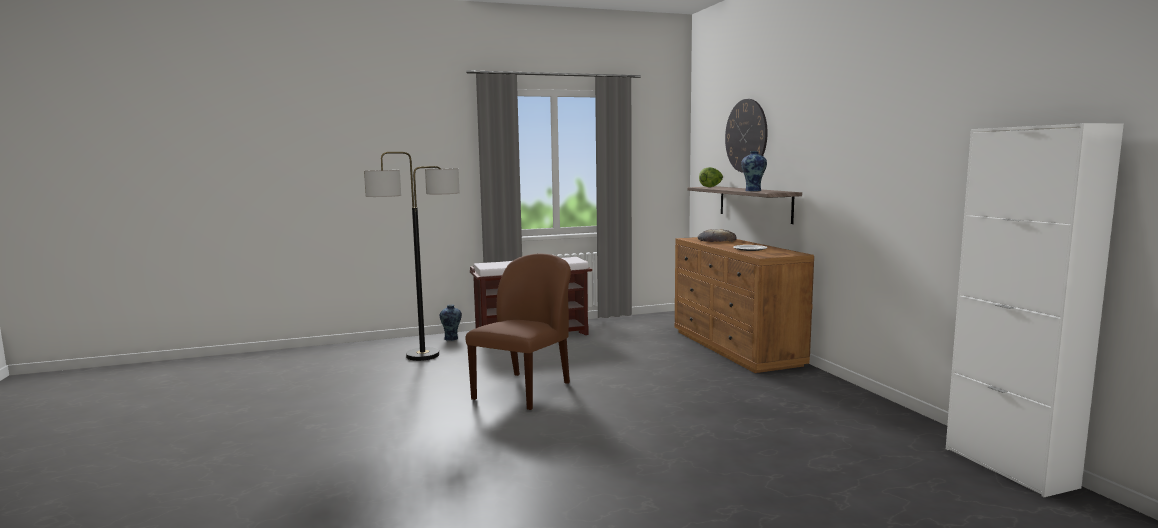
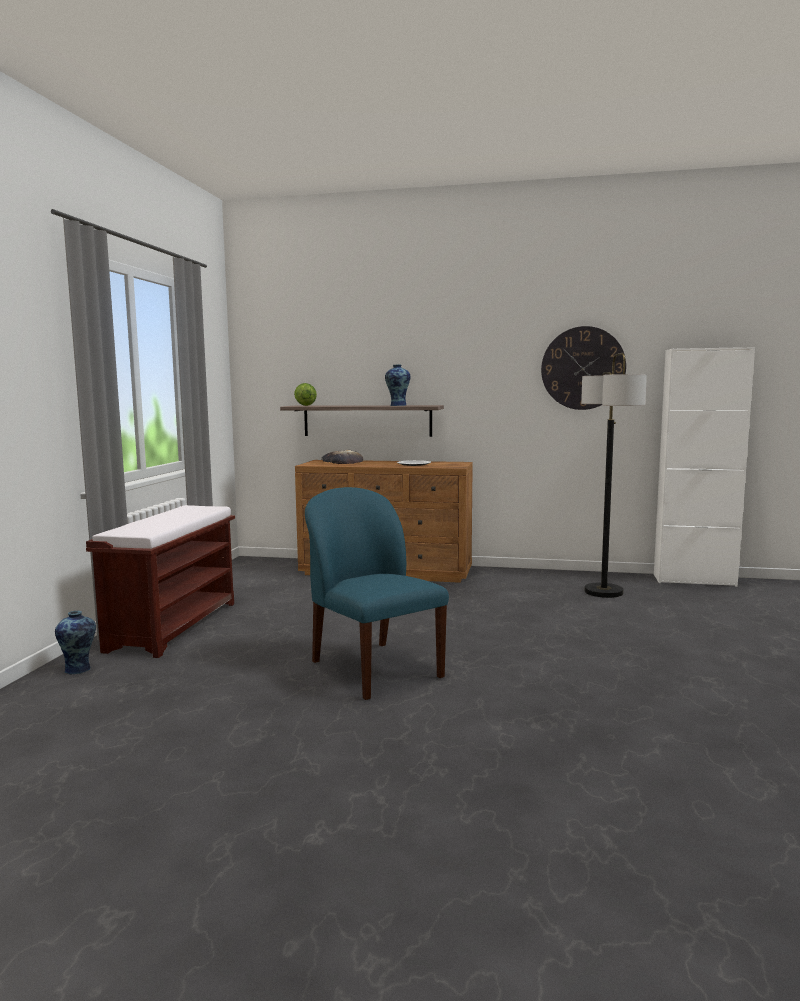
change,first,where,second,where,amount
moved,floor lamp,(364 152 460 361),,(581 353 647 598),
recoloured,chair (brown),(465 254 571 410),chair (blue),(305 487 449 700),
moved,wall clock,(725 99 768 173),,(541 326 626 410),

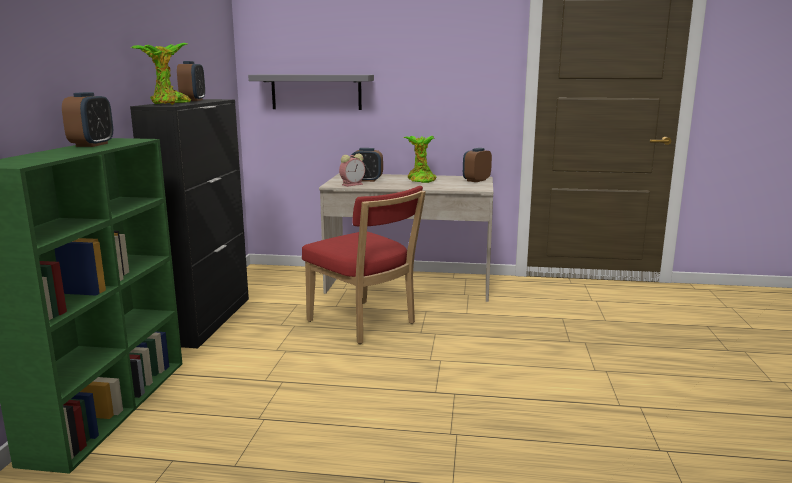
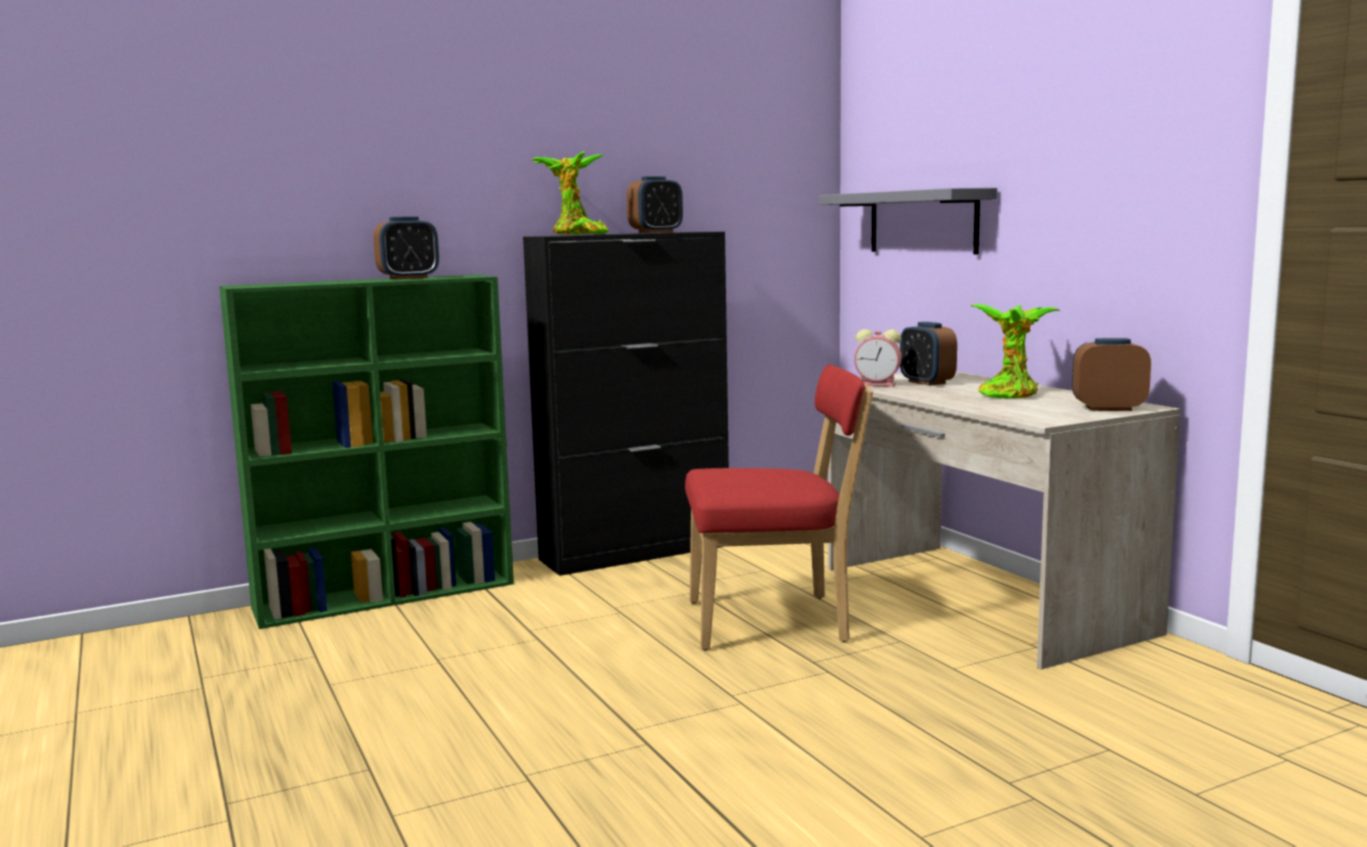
change,first,where,second,where,amount
turned,chair (red),(302 186 426 344),,(685 364 873 651),105 degrees counterclockwise

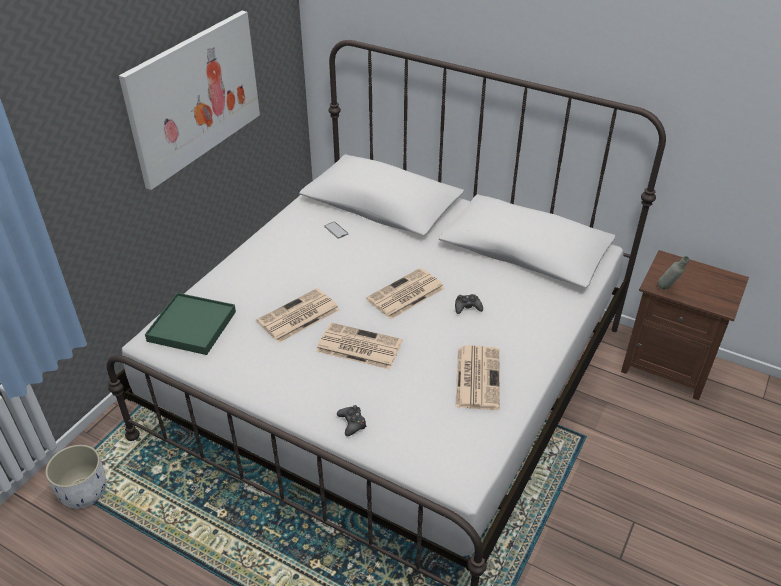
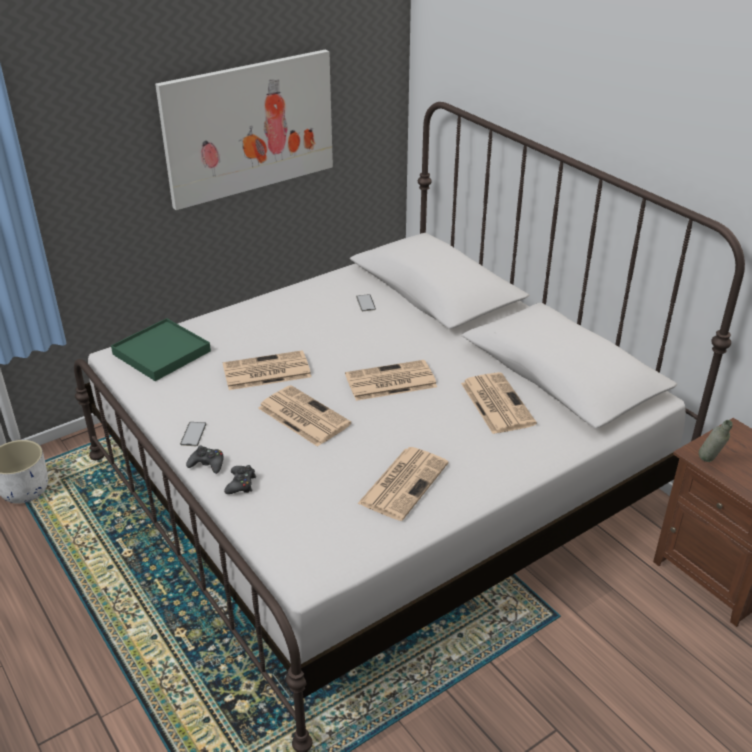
change,first,where,second,where,amount
moved,game controller (black),(455 294 483 314),,(186 445 224 474),
added,,,phone,(180 422 206 446),
added,,,newspaper,(461 372 537 434),

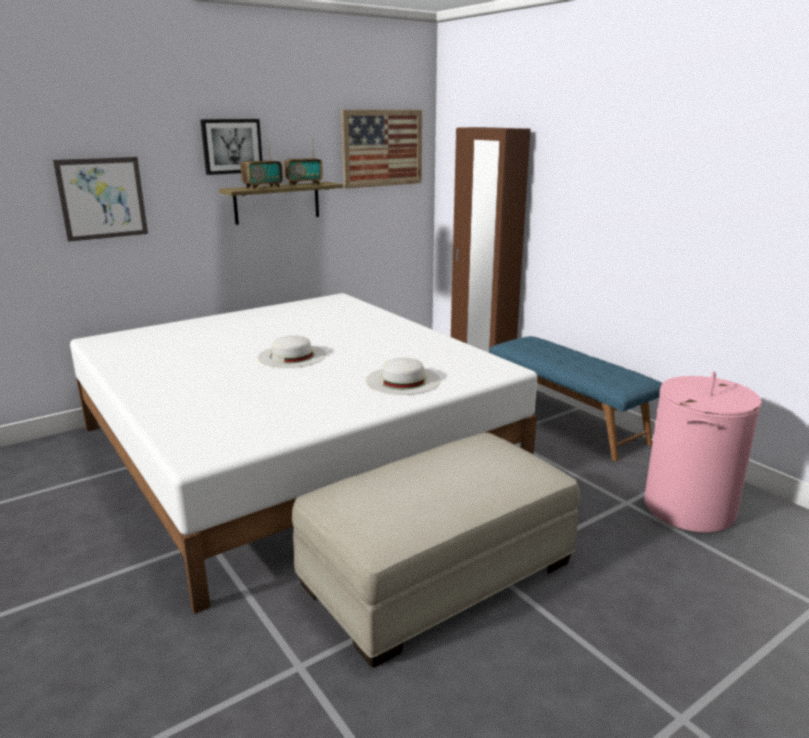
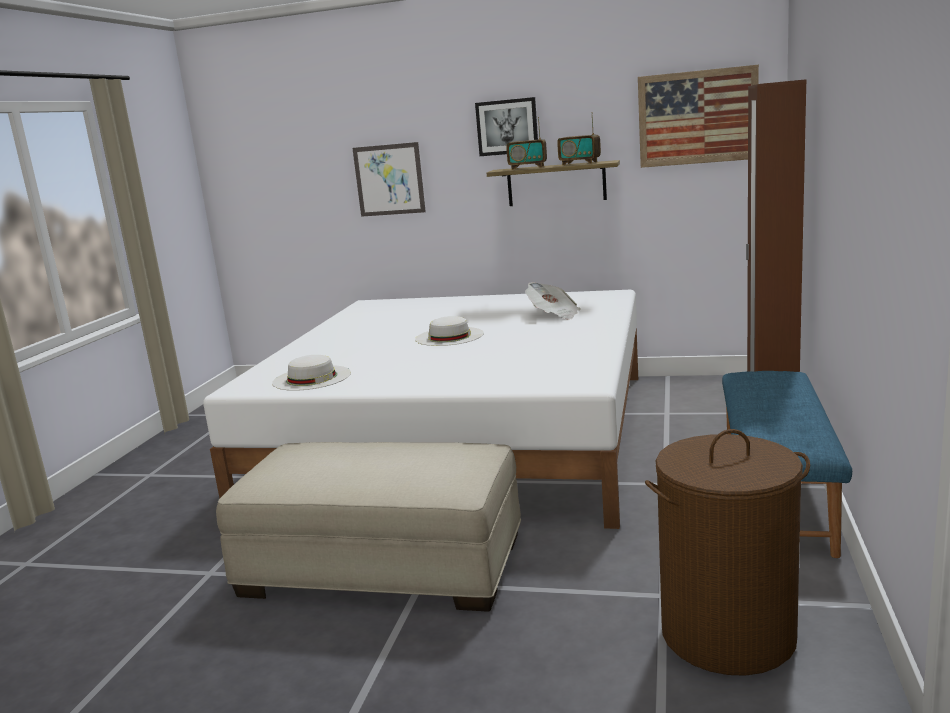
change,first,where,second,where,amount
moved,hat (white),(366 358 441 395),,(272 355 351 391),
recoloured,laundry basket (pink),(644 371 762 533),laundry basket (brown),(645 429 810 676),
added,,,newspaper,(525 282 580 320),

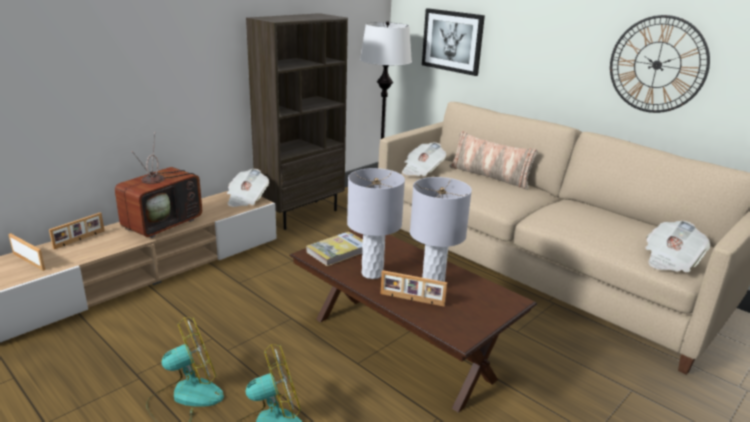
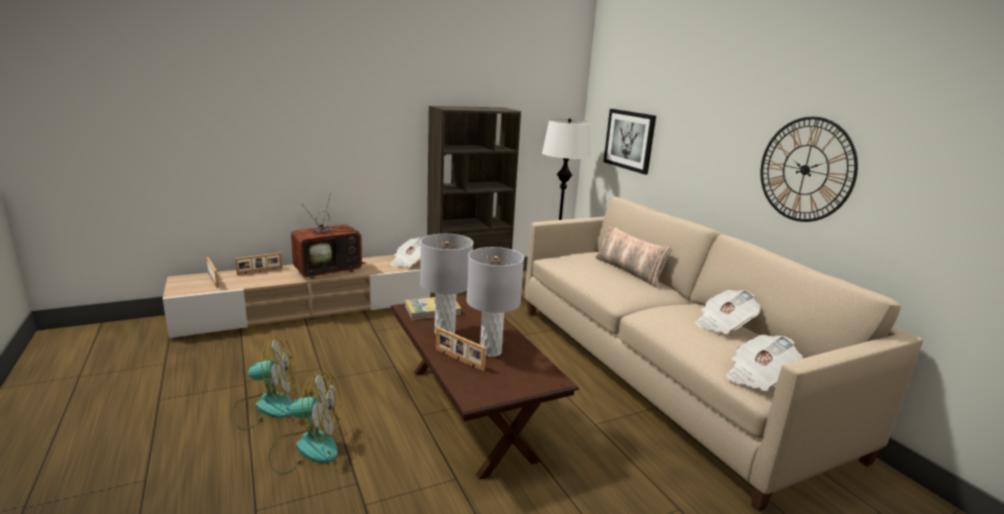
change,first,where,second,where,amount
moved,newspaper,(402 142 446 176),,(695 290 761 334),

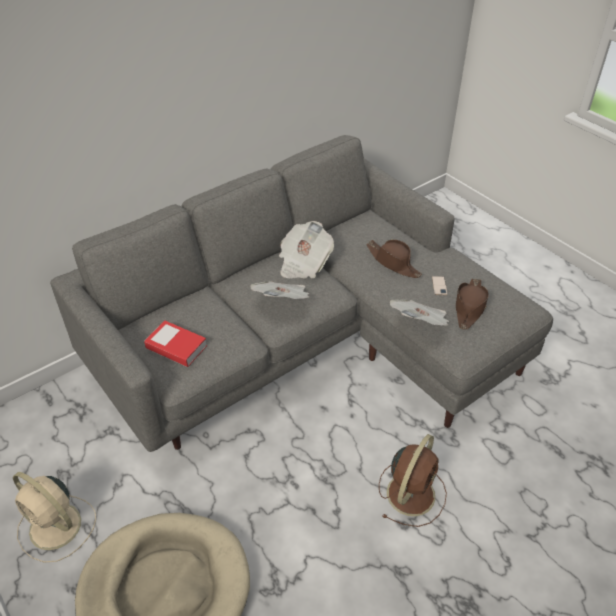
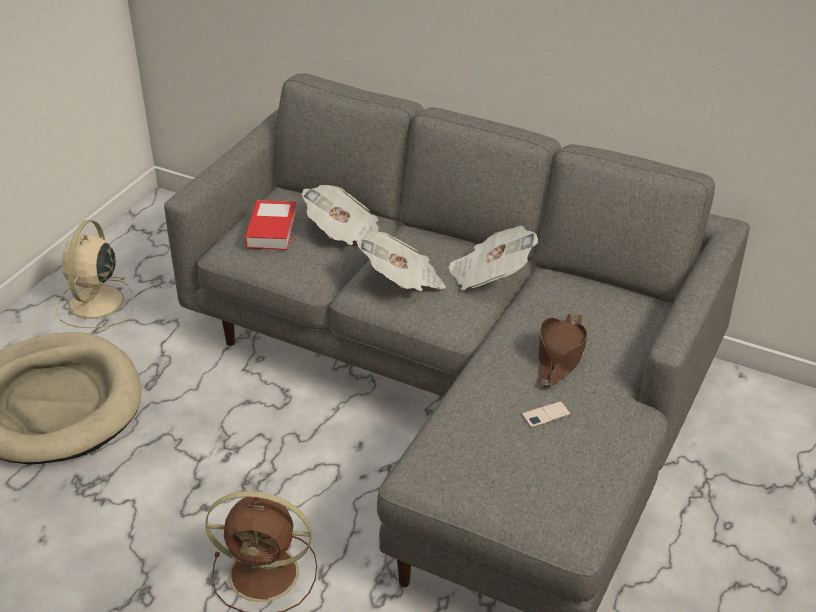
change,first,where,second,where,amount
moved,newspaper,(390 300 449 326),,(302 185 379 245),
removed,hat (brown),(456 279 489 330),,,

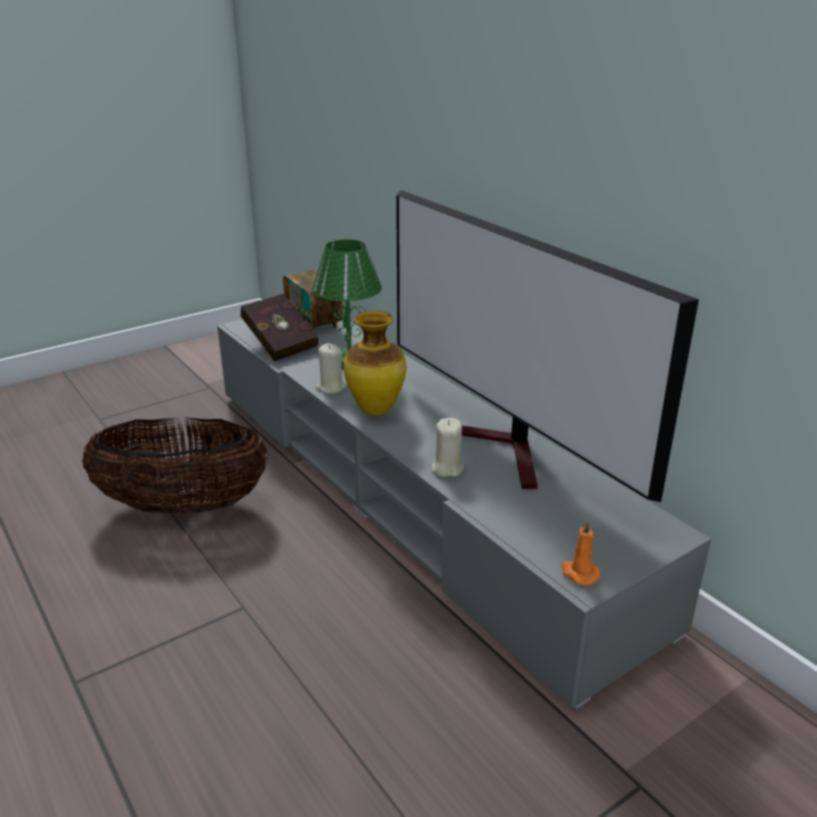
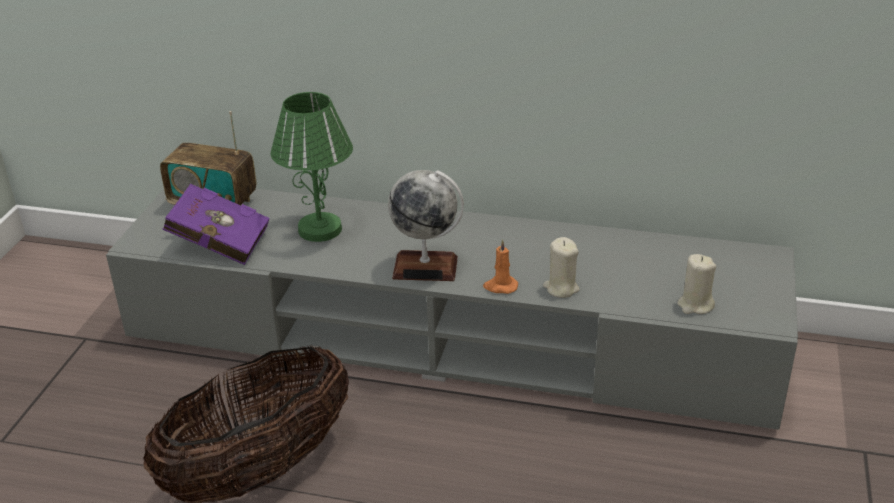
change,first,where,second,where,amount
recoloured,book (red),(240 294 319 361),book (purple),(162 184 269 265),
moved,candle (beige),(316 343 346 394),,(677 254 716 314),
replaced,vase,(344 311 406 416),globe,(388 170 464 281),
removed,television,(396 190 699 502),,,
moved,candle (orange),(561 520 600 586),,(483 239 518 294),

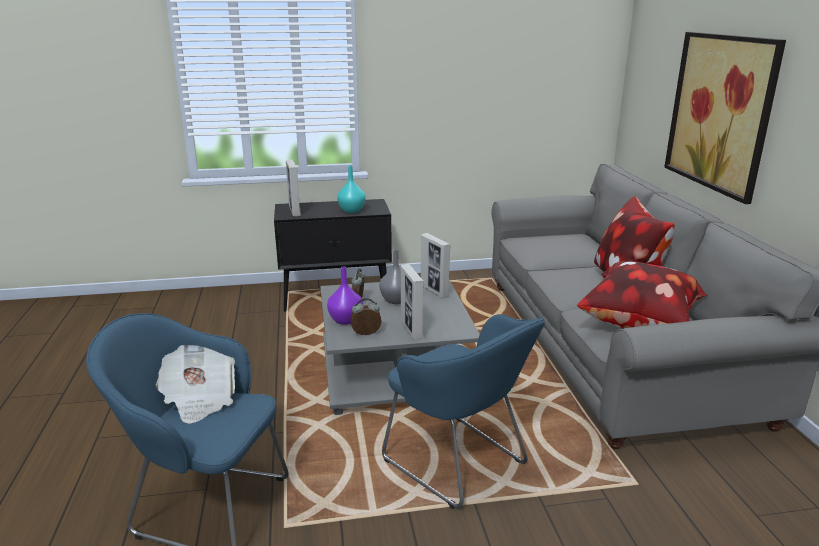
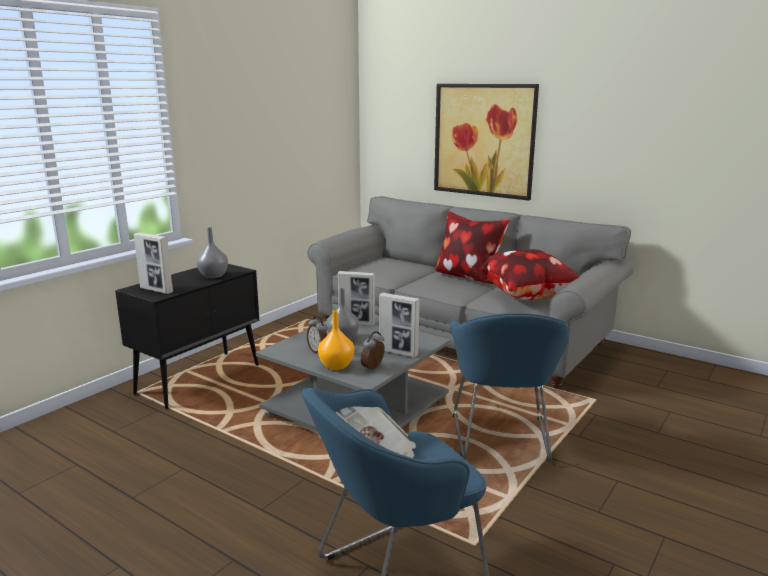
change,first,where,second,where,amount
recoloured,vase (purple),(327 267 363 325),vase (orange),(318 310 354 370),
recoloured,vase (turquoise),(337 165 366 213),vase (grey),(197 227 228 279),
turned,armchair (blue),(382 314 545 509),,(450 313 569 462),90 degrees clockwise

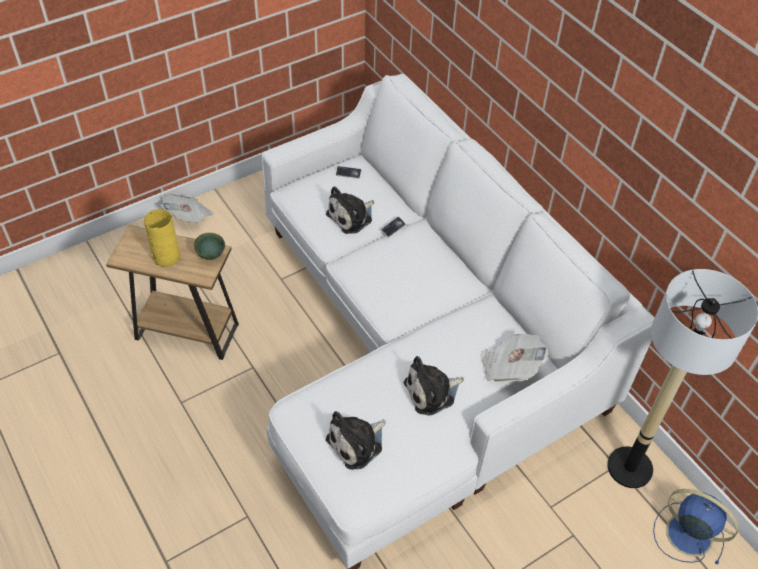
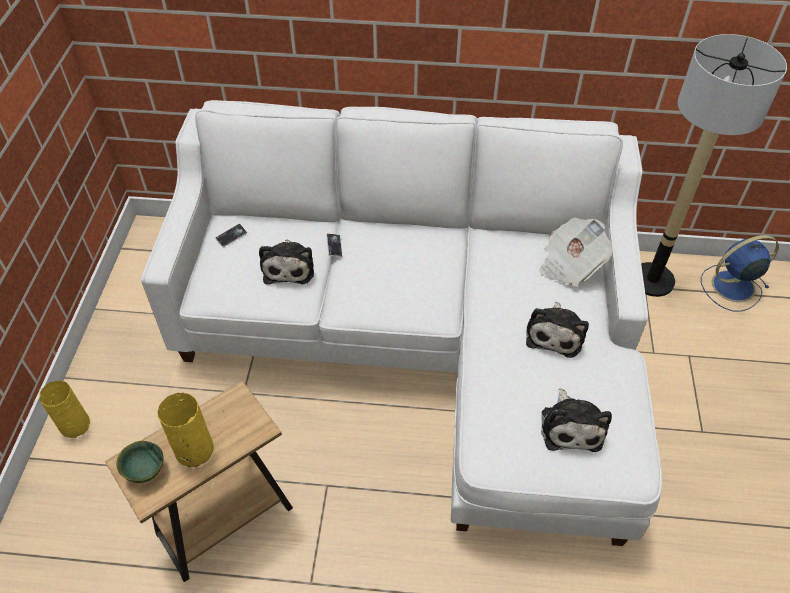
change,first,where,second,where,amount
replaced,newspaper,(161 194 214 223),vase (yellow),(39 381 90 438),
moved,bowl (green),(194 233 225 260),,(116 441 164 483),

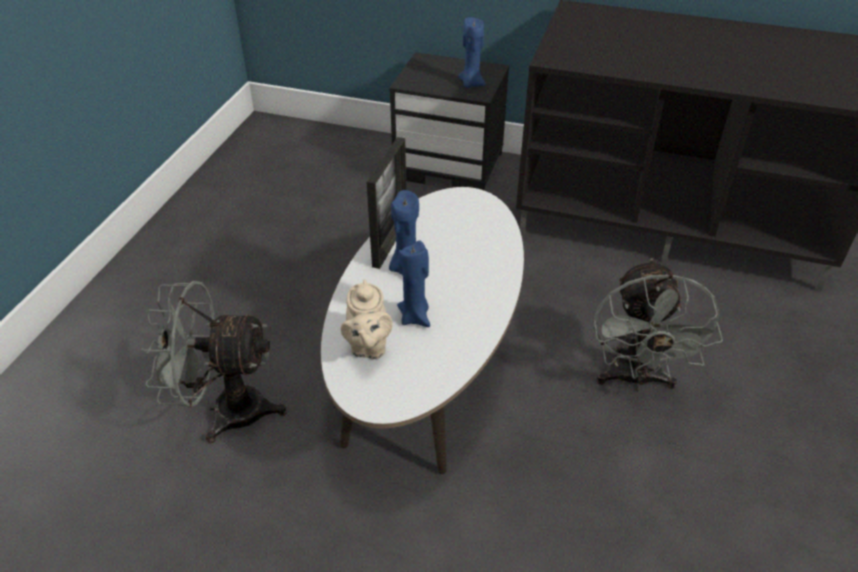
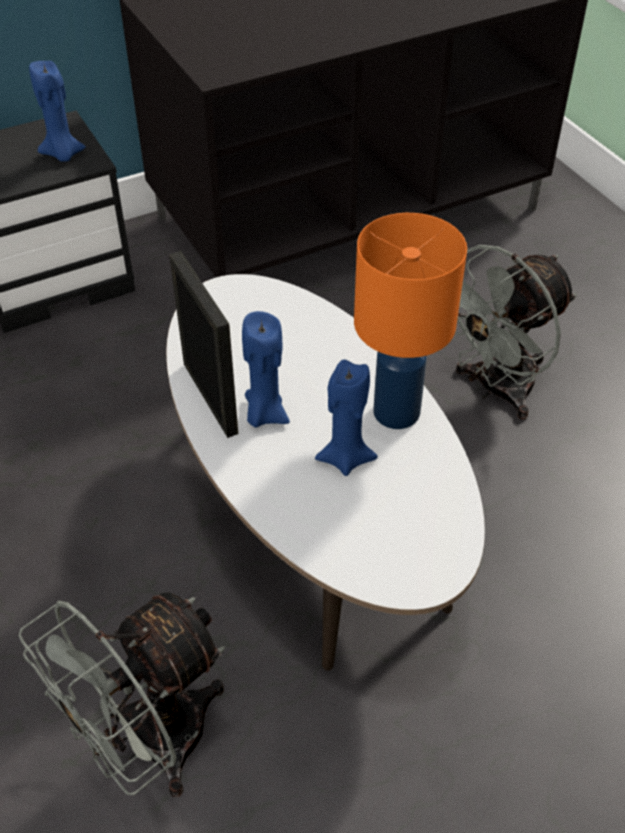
change,first,where,second,where,amount
removed,teapot (beige),(341 279 393 359),,,
turned,fan (grey),(594 258 723 391),,(455 245 577 420),90 degrees clockwise
added,,,table lamp (orange),(354 213 467 429),

